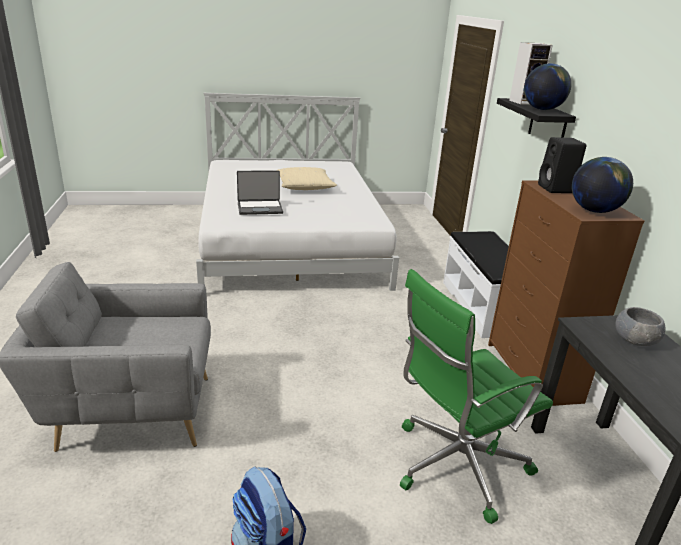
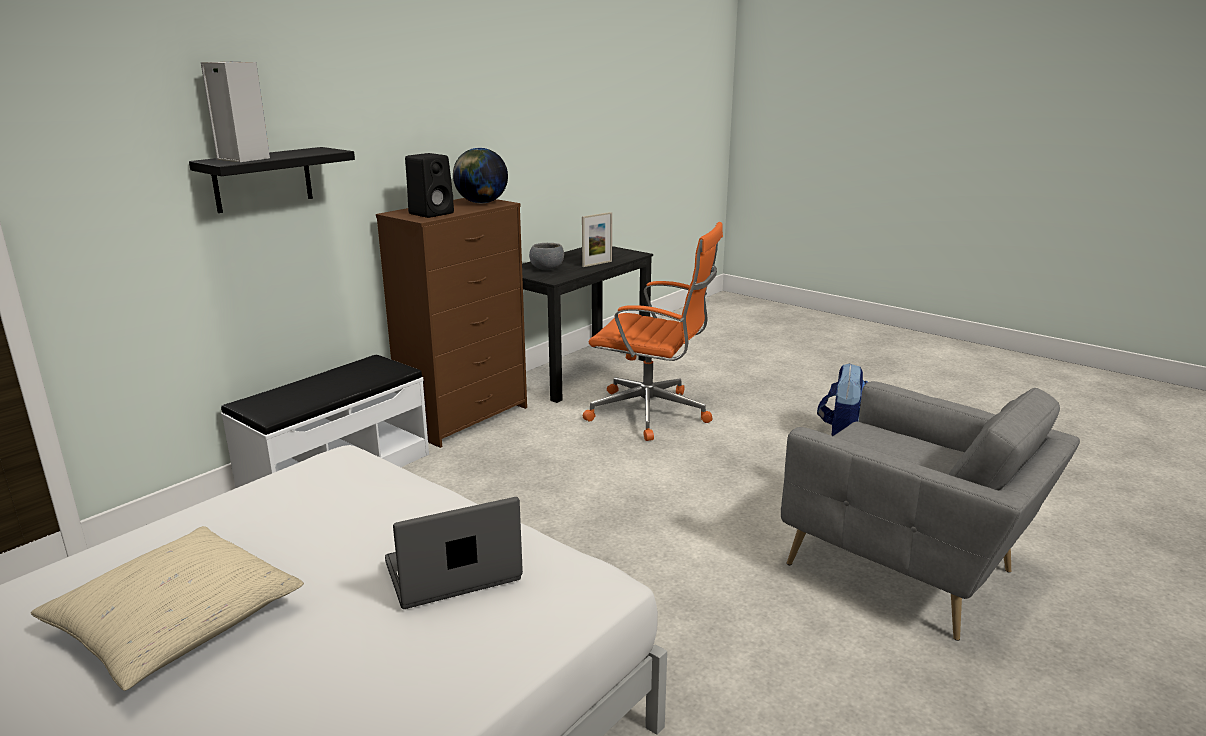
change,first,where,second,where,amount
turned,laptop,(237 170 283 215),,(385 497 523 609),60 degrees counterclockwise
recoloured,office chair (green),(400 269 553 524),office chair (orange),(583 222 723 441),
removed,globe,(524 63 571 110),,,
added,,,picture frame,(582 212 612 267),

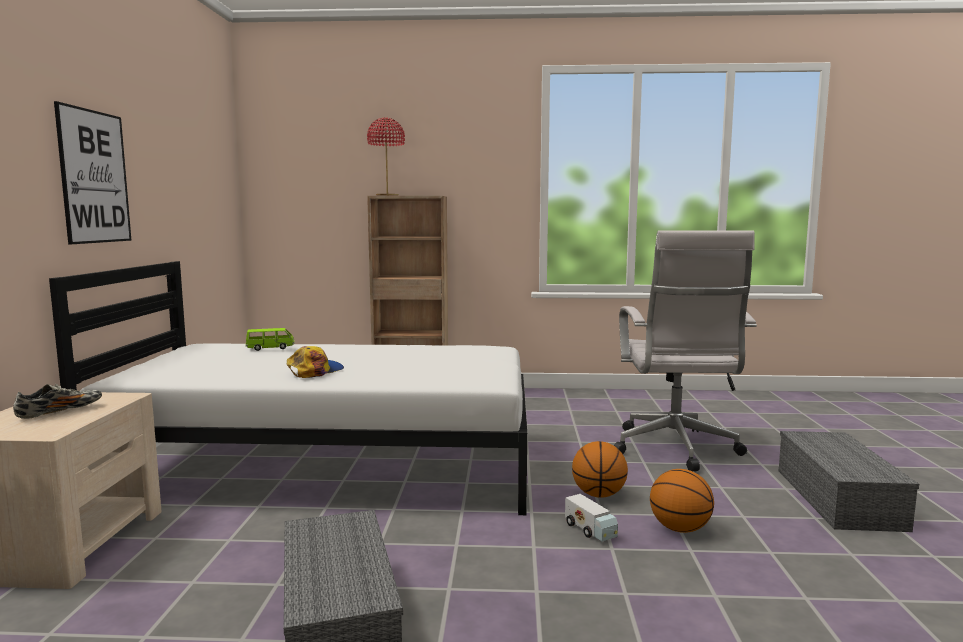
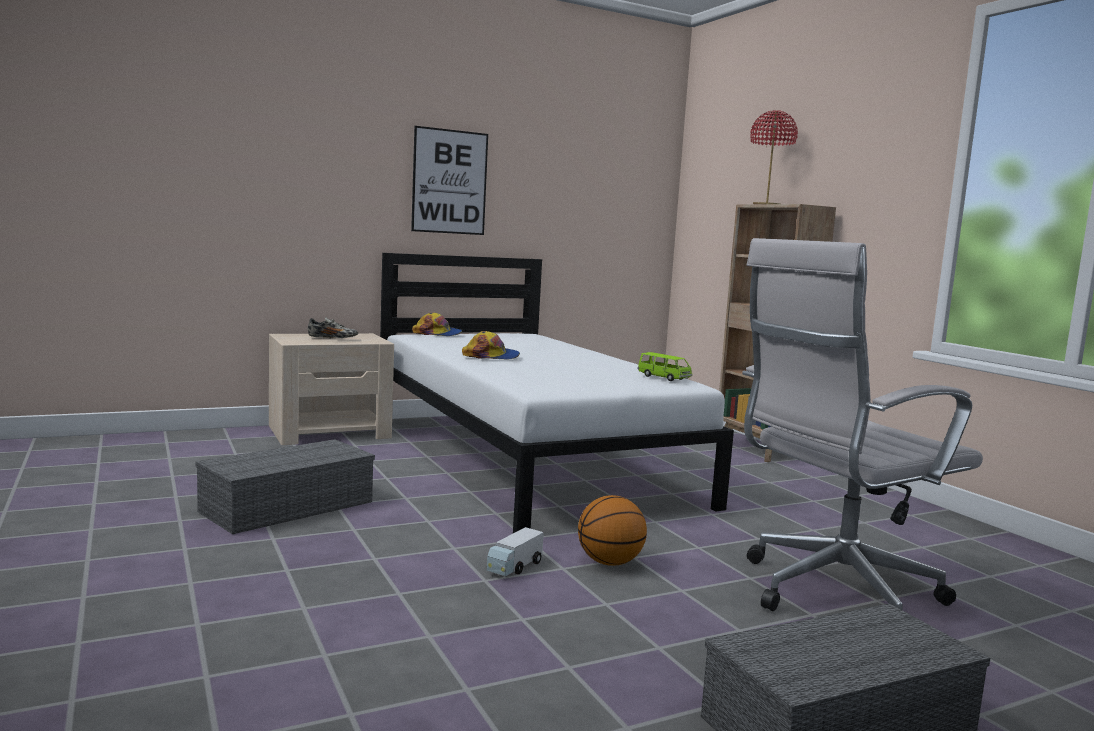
change,first,where,second,where,amount
moved,toy car (green),(246 328 295 351),,(638 352 692 381),
removed,basketball,(650 469 714 533),,,
added,,,cap,(412 312 462 336),

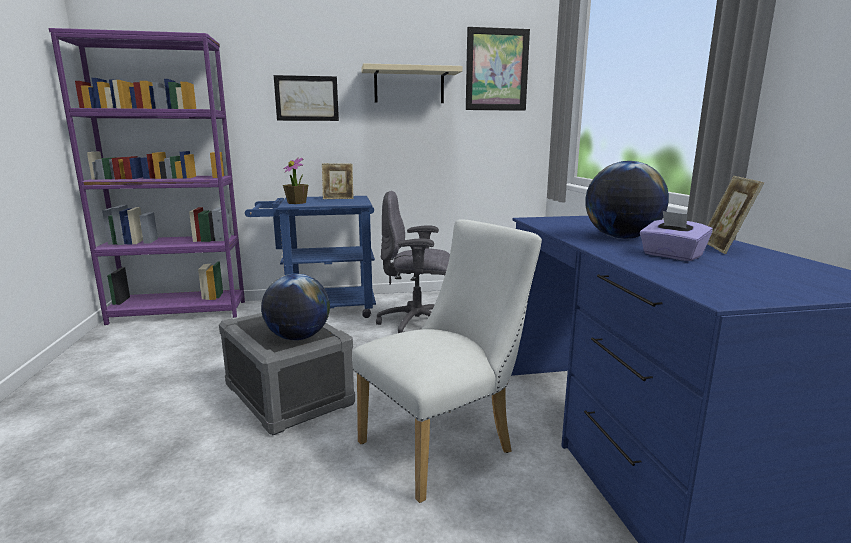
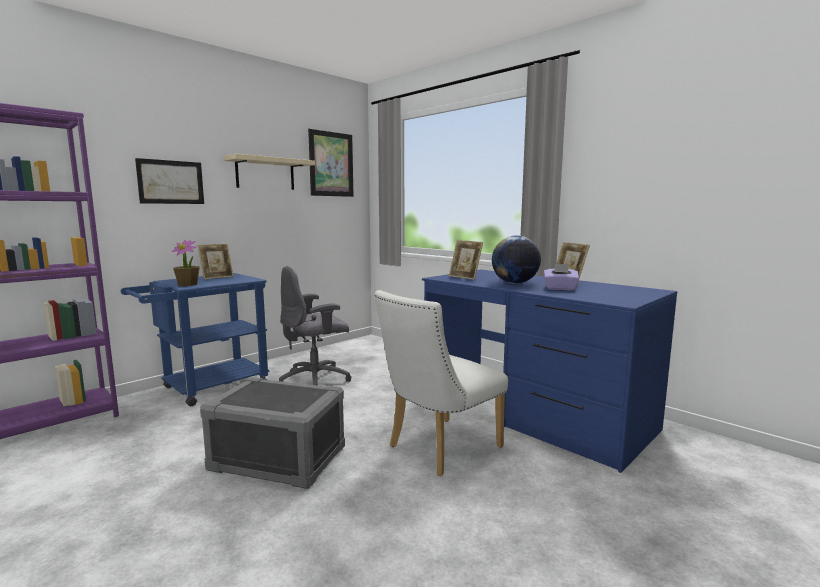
change,first,where,second,where,amount
removed,globe,(261 274 330 340),,,
turned,chair (white),(352 219 542 503),,(374 290 508 476),150 degrees counterclockwise
added,,,picture frame,(449 240 483 280),

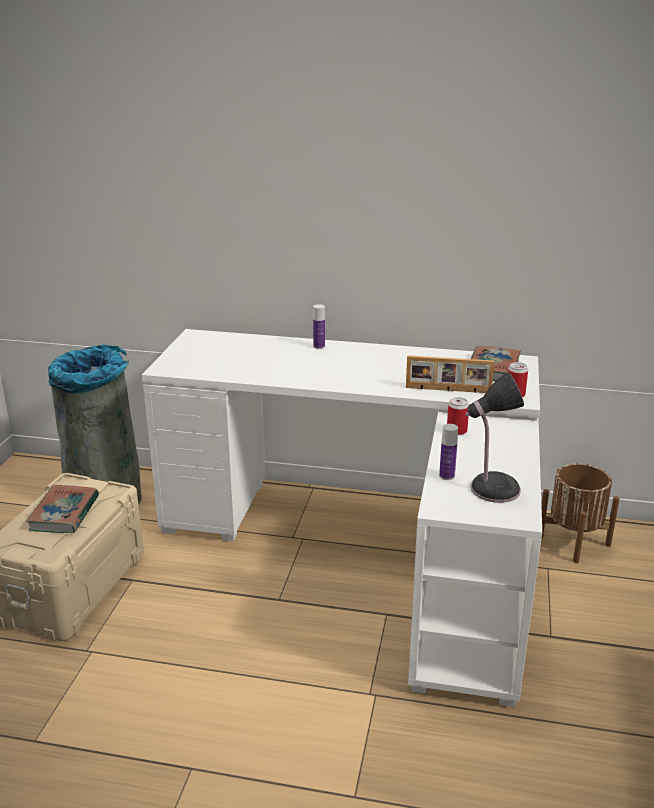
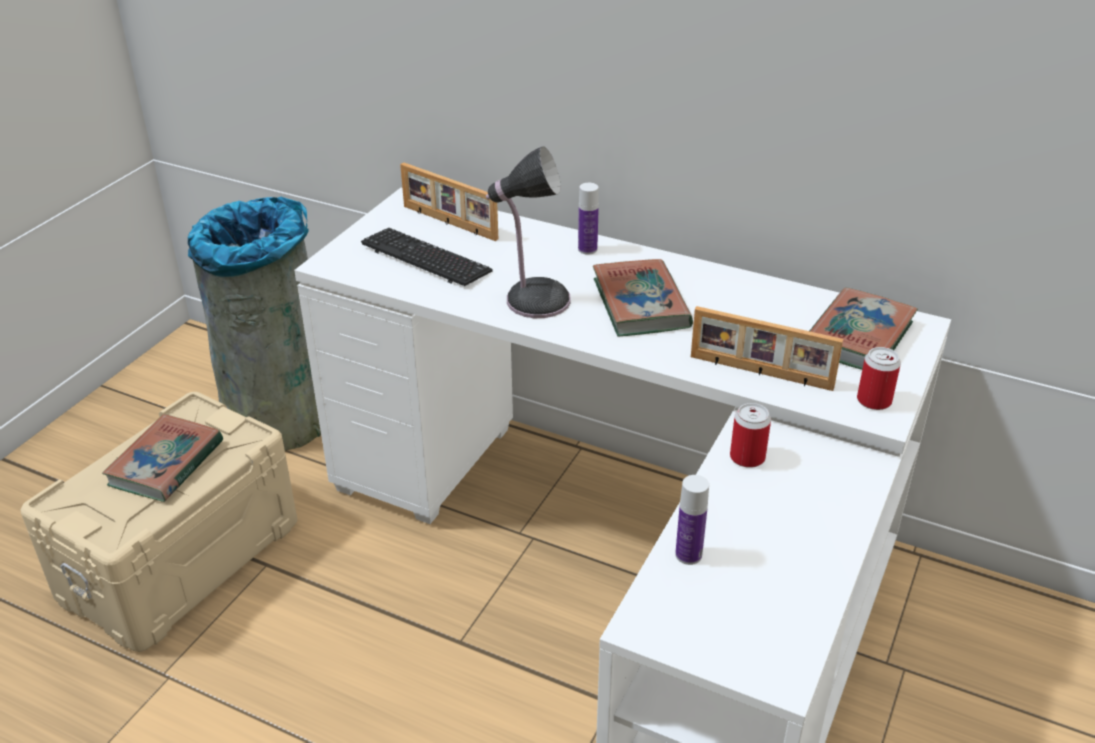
change,first,where,second,where,amount
moved,table lamp,(465 372 524 503),,(486 146 571 318),
removed,planter (brown),(541 463 620 563),,,
added,,,keyboard,(361 228 493 286),
added,,,picture frame,(400 162 498 241),
added,,,book,(593 259 693 336),

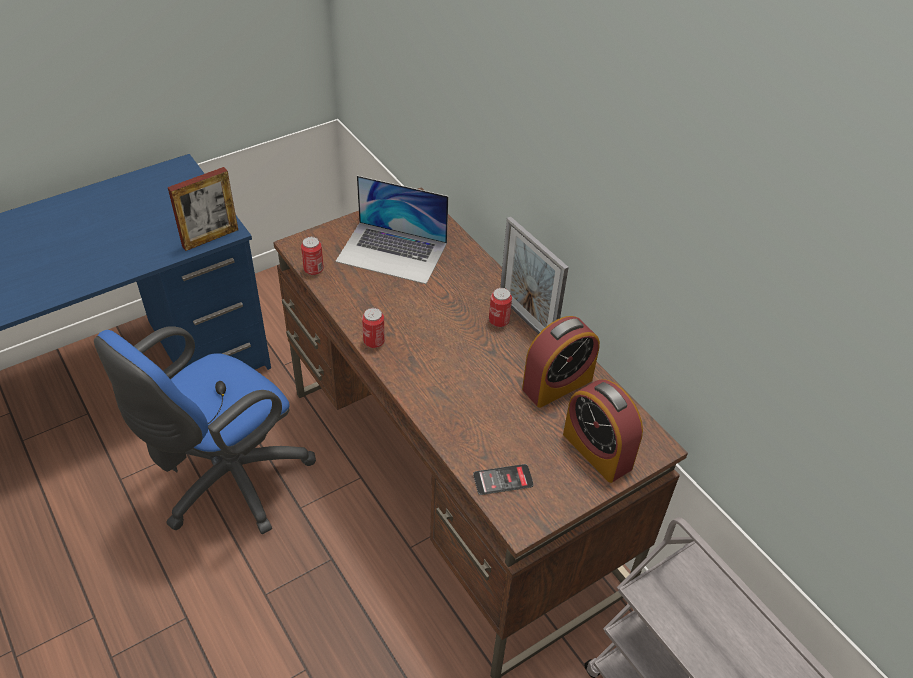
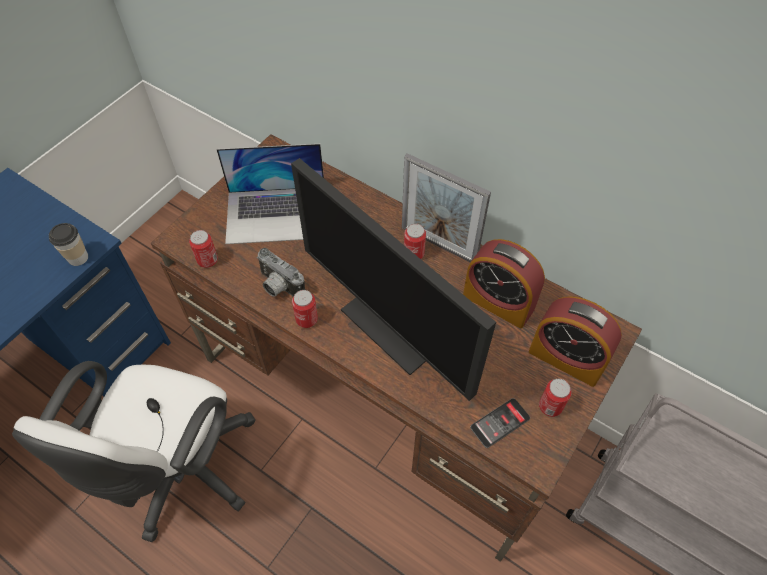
change,first,where,second,where,amount
recoloured,office chair (blue),(94 326 316 534),office chair (white),(12 361 255 542),
replaced,picture frame,(168 167 238 251),cup,(49 223 88 266),
turned,alarm clock,(522 316 600 408),,(463 239 545 328),90 degrees clockwise
added,,,photo camera,(257 248 305 297),
added,,,monitor,(291 158 496 401),
added,,,can,(539 379 572 417),

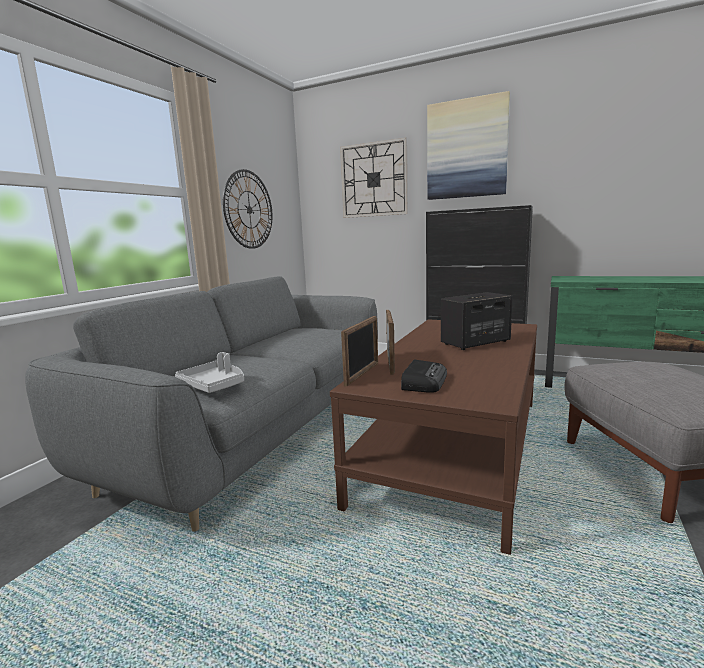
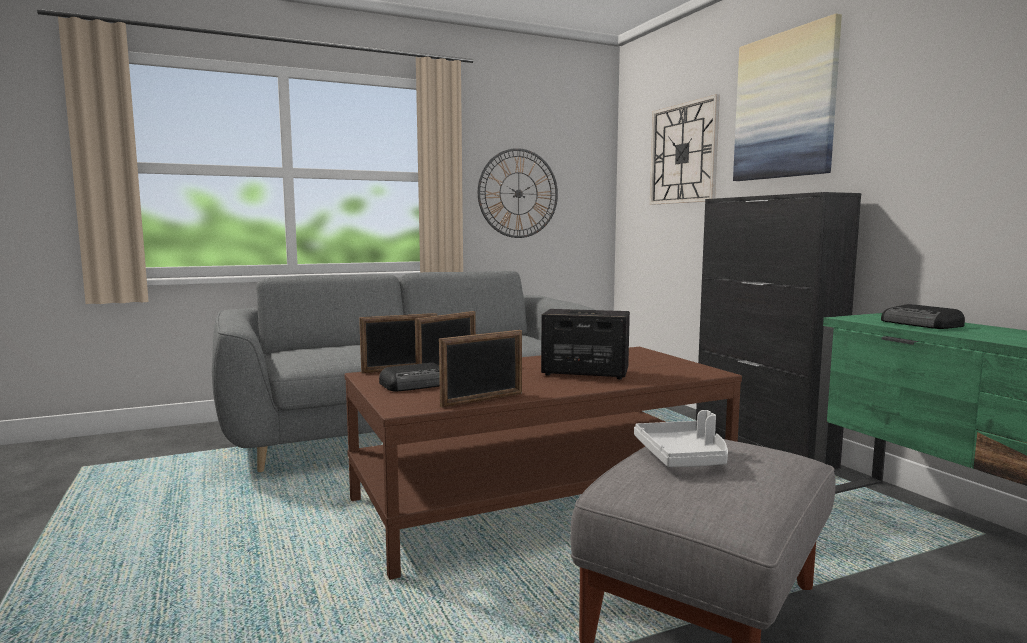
change,first,where,second,where,amount
moved,tray (grey),(175 352 244 393),,(634 410 728 467),
added,,,picture frame,(439 330 522 408),
added,,,radio,(881 304 965 329),

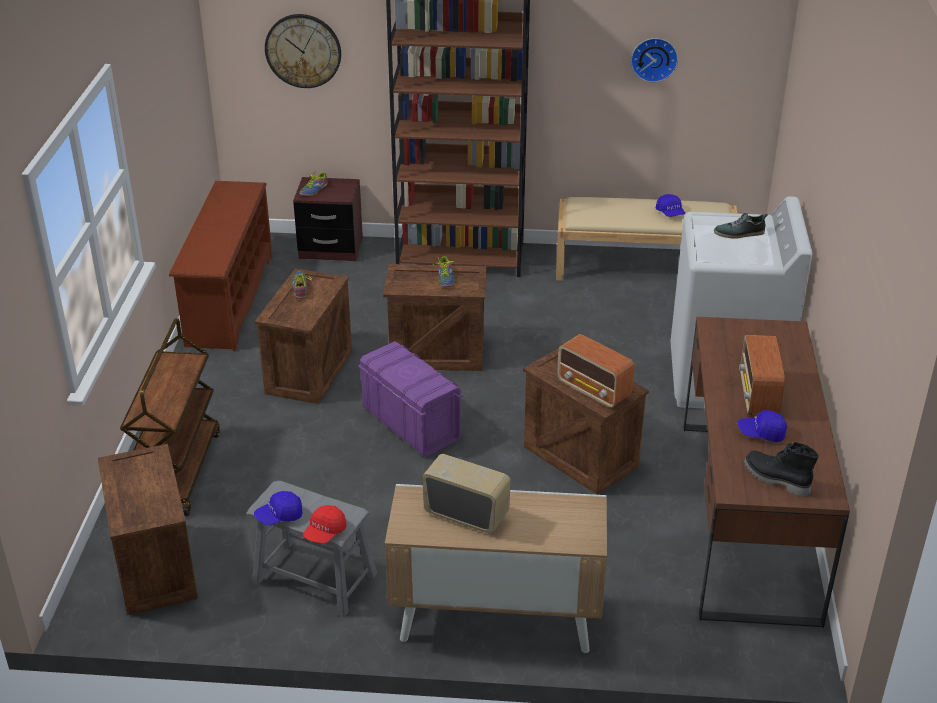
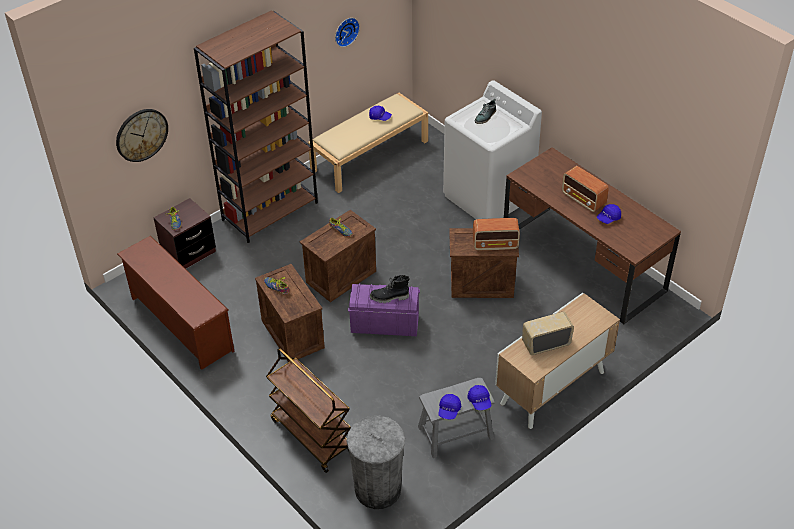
change,first,where,second,where,amount
replaced,crate,(98 444 198 615),trash can (grey),(346 416 405 509),
recoloured,cap (red),(303 505 347 543),cap (blue),(468 385 491 410),
moved,boot (black),(744 442 819 497),,(370 275 409 303),

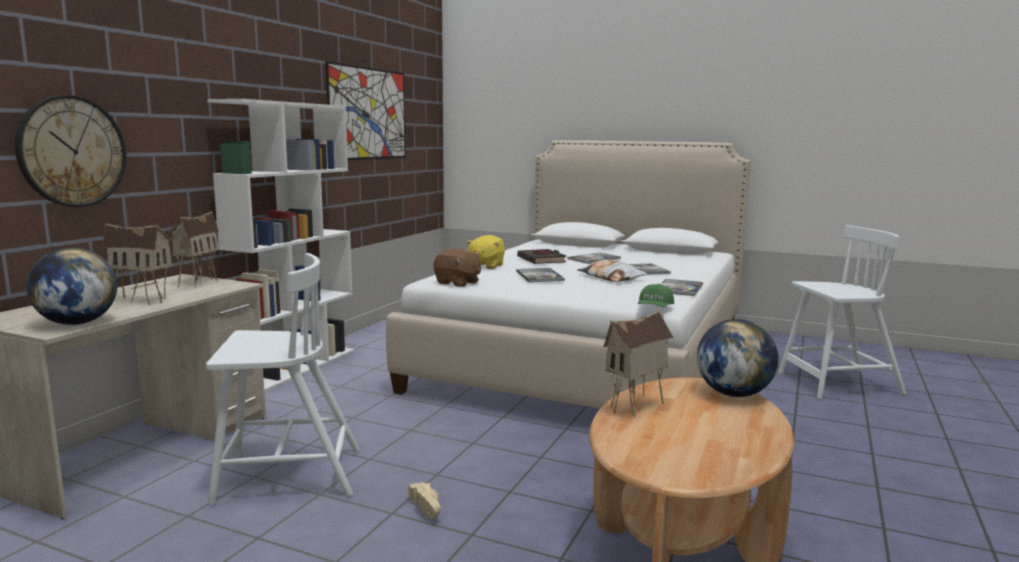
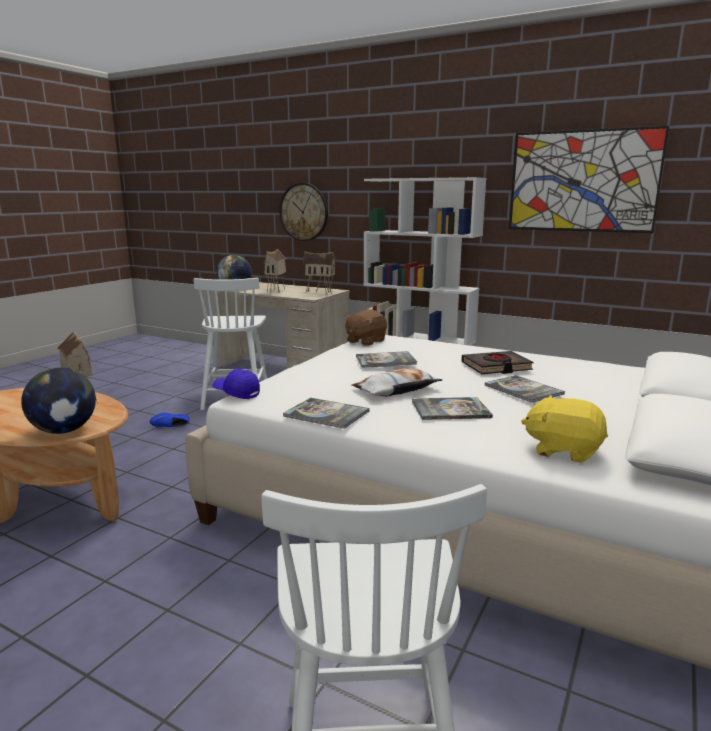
change,first,where,second,where,amount
recoloured,shoe (beige),(408 482 441 519),shoe (blue),(150 412 189 427),
moved,plush toy (yellow),(466 235 505 269),,(521 395 608 463),
recoloured,cap (green),(638 284 674 307),cap (blue),(213 369 260 399),

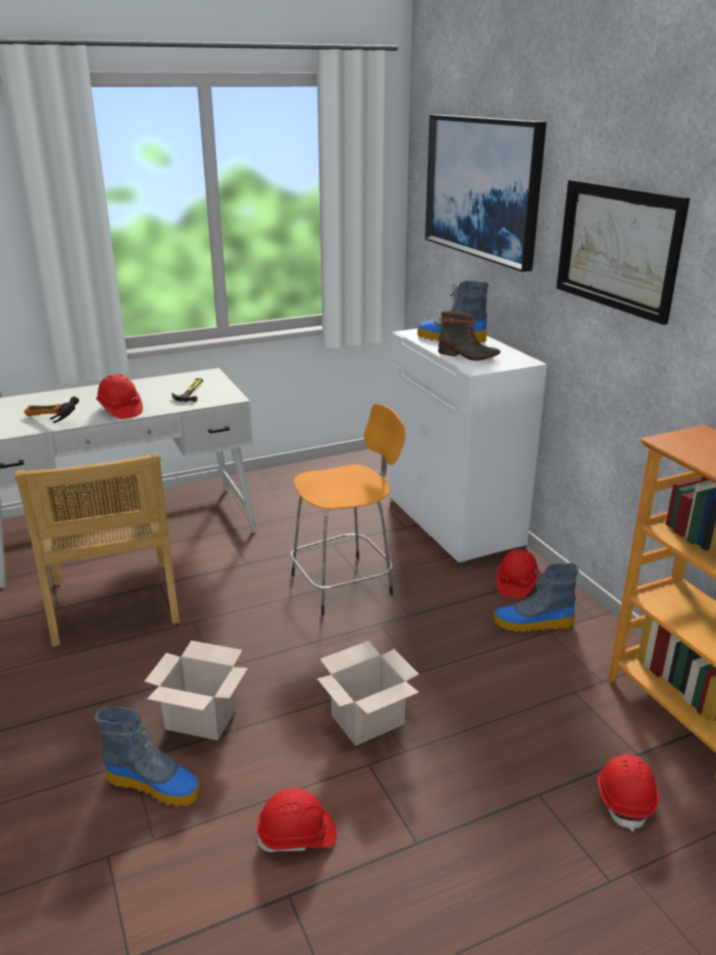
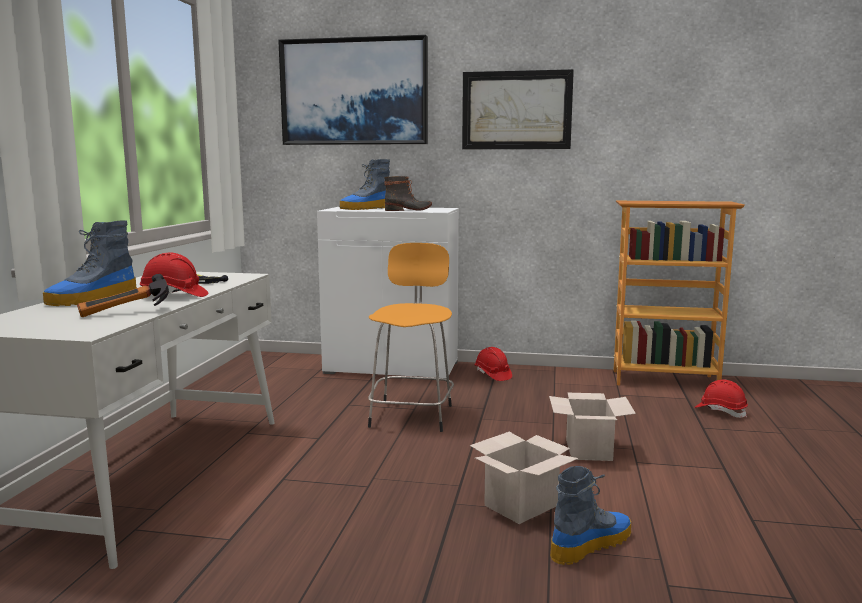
change,first,where,second,where,amount
removed,chair (beige),(15 452 180 647),,,
removed,hard hat (red),(257 788 337 852),,,
moved,boot,(493 563 579 632),,(43 220 137 306),

